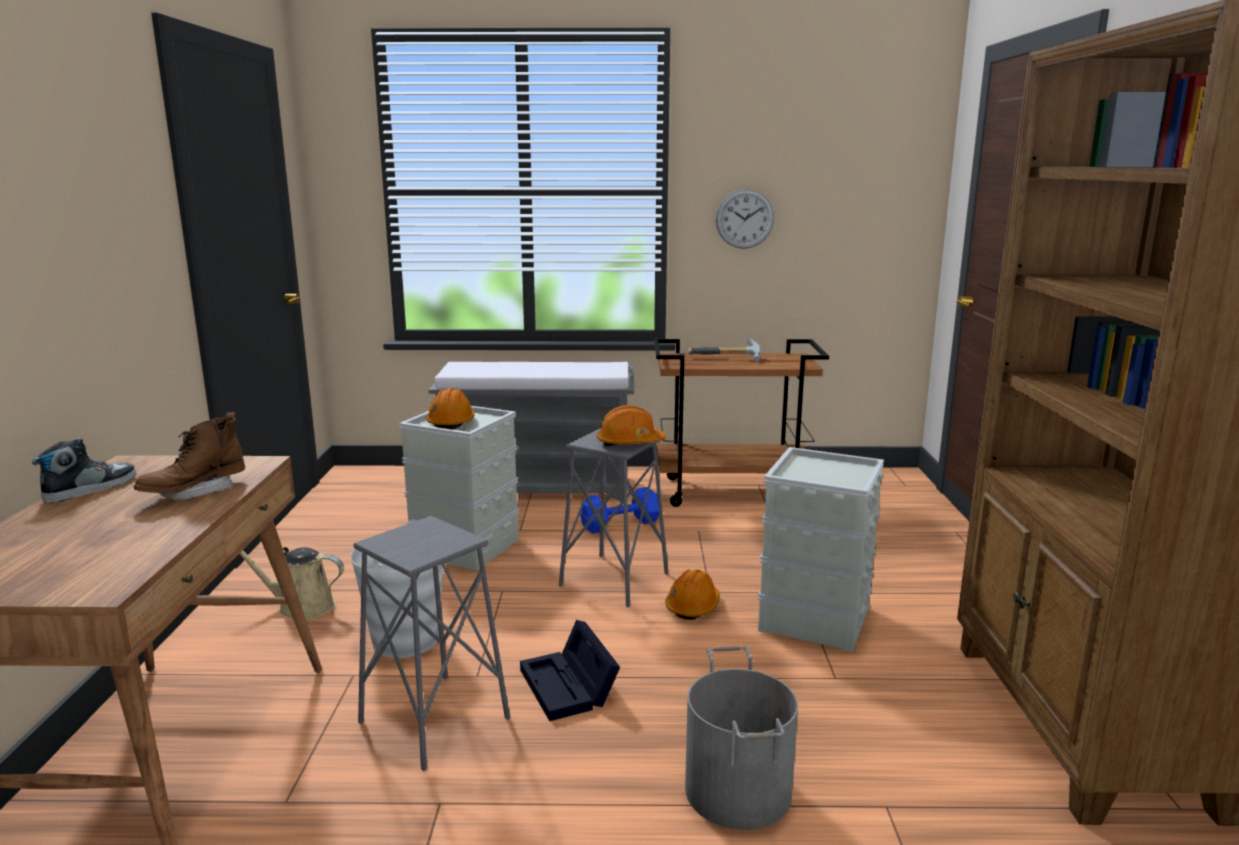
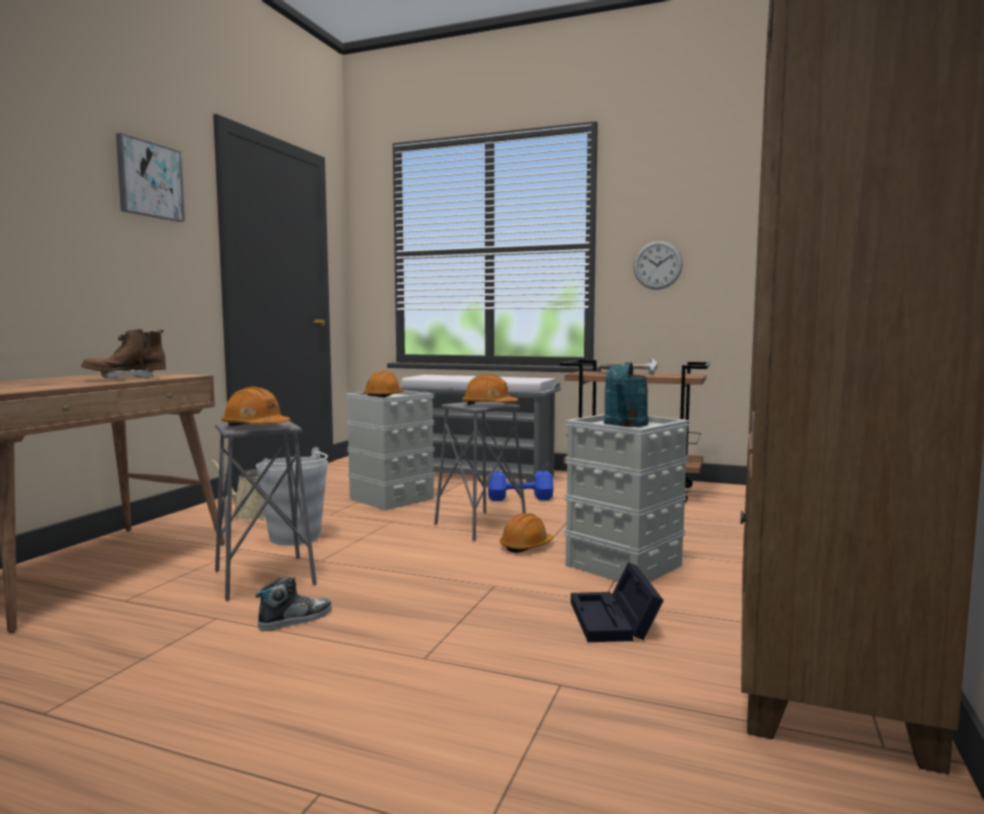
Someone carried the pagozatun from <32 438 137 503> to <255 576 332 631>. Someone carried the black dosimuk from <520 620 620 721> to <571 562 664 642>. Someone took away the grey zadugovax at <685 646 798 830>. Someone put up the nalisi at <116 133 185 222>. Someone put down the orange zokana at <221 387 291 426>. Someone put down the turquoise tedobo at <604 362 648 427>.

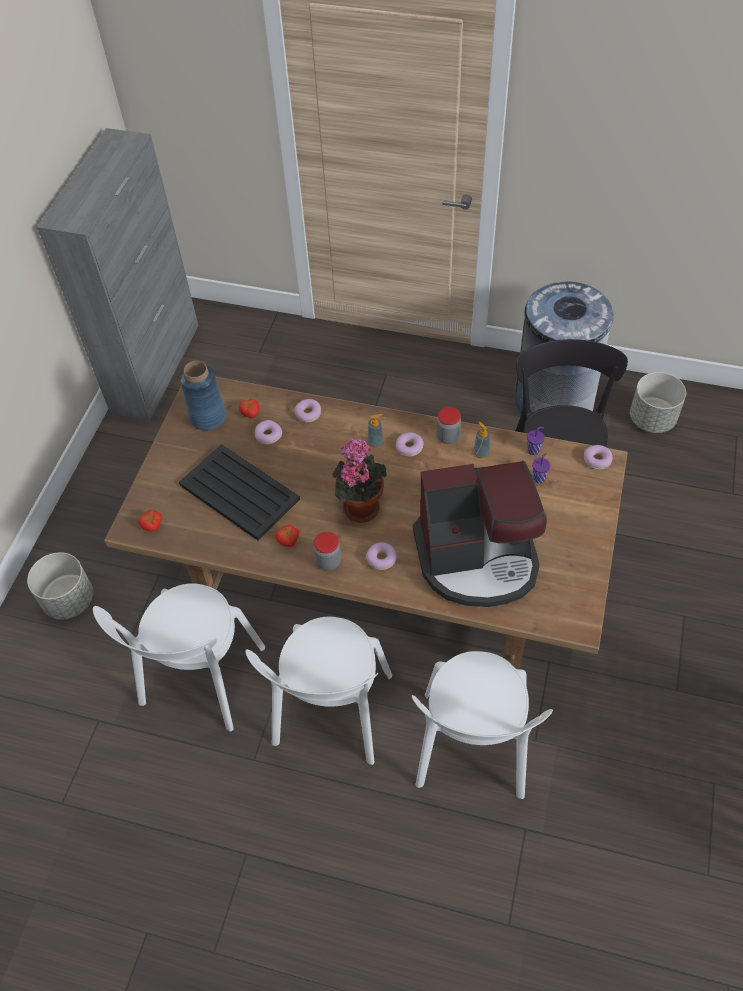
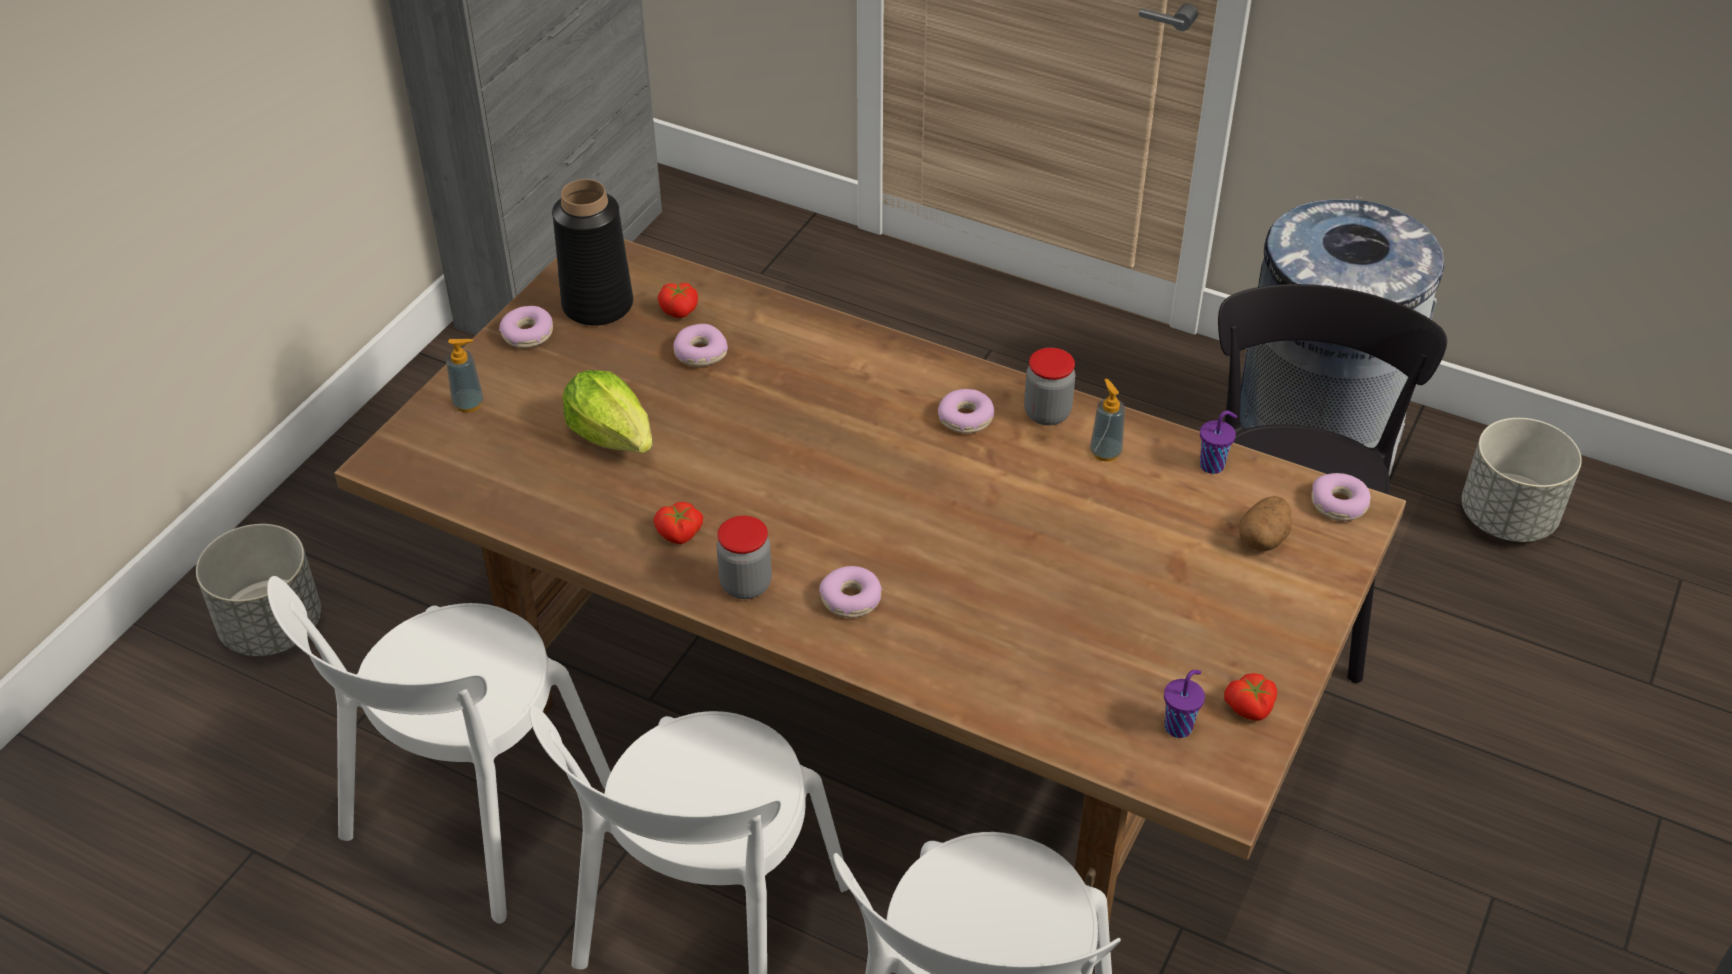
Someone carried the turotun from <138 510 162 531> to <1224 673 1277 721>. Someone swapped the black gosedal at <179 444 300 540> for the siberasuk at <563 370 653 453>. Someone repainted the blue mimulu at <180 361 226 430>, which became the black mimulu at <552 179 633 326>. Someone carried the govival from <294 399 321 423> to <499 306 553 348>. Someone took away the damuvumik at <332 437 387 523>. Someone carried the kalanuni from <368 414 383 448> to <446 339 484 412>. Someone took away the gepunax at <413 461 547 607>. Someone carried the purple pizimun from <532 453 550 483> to <1164 670 1205 738>. Someone put down the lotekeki at <1239 496 1292 551>.

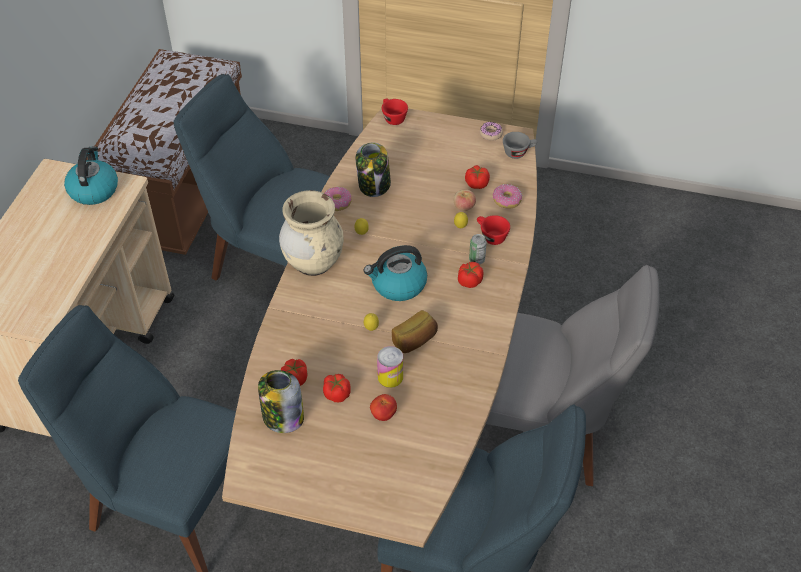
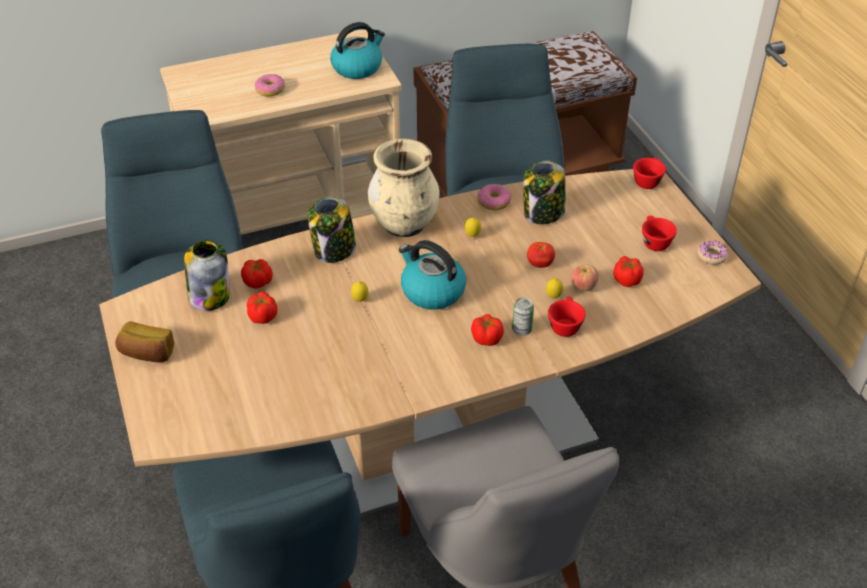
Someone carried the turotun from <370 394 397 421> to <527 242 555 268>. Someone took away the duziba at <377 346 403 388>. Someone carried the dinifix from <392 310 438 353> to <115 321 174 362>. Someone carried the govival from <493 184 522 209> to <255 74 285 97>. Someone took away the grey pizimun at <503 132 537 159>. Someone put down the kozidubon at <307 196 356 263>. Someone put down the red pizimun at <642 216 677 251>.

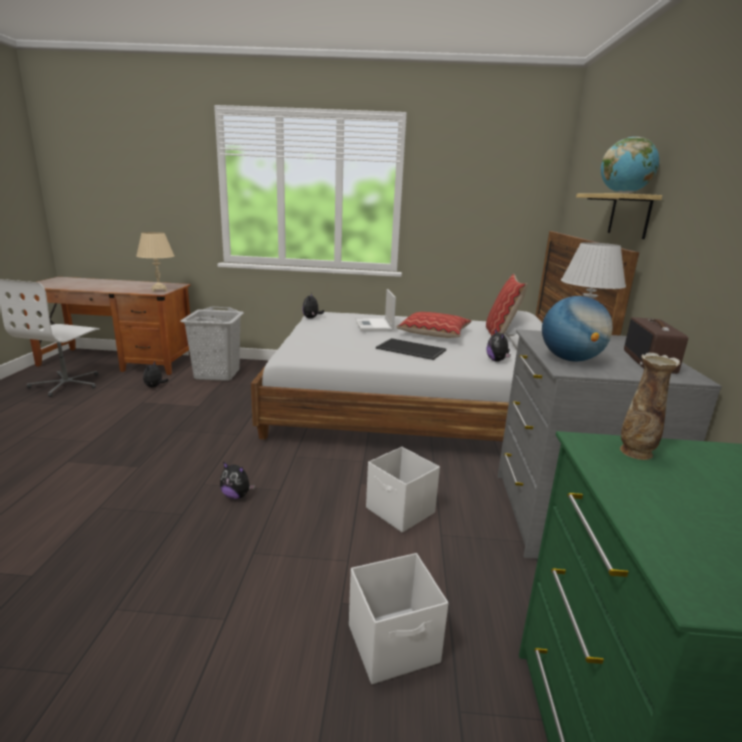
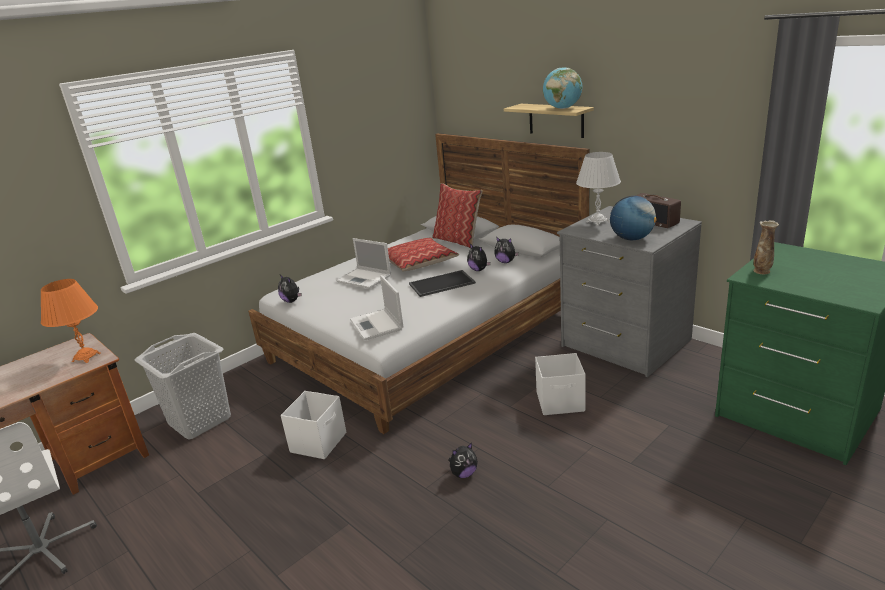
Someone repainted the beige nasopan at <136 232 174 292>, which became the orange nasopan at <41 279 101 363>. Someone carried the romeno from <143 361 168 387> to <467 244 491 271>. Someone carried the white dosimuk from <349 553 449 684> to <281 391 346 459>. Someone put down the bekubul at <350 275 403 340>.

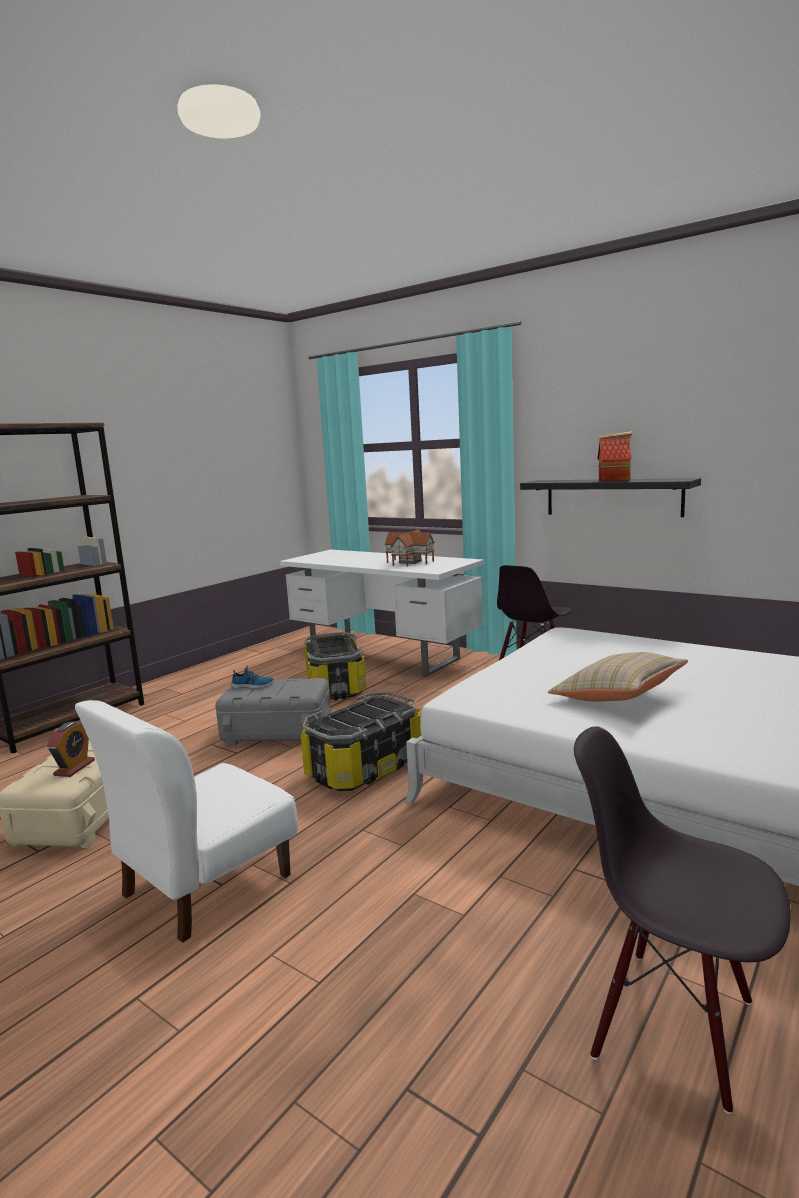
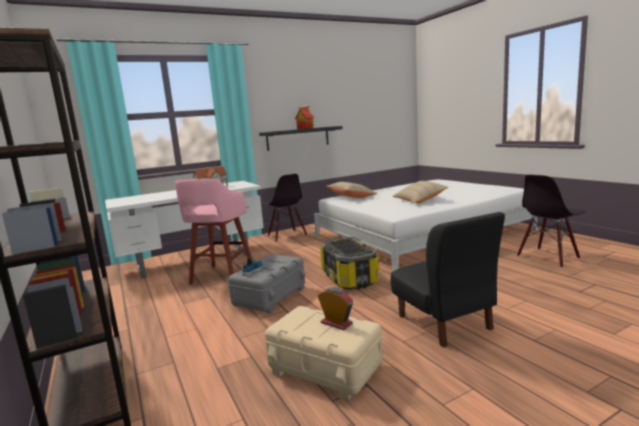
Someone repainted the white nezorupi at <75 700 298 943>, which became the black nezorupi at <391 212 505 348>. Someone swapped the dosimuk at <304 632 366 701> for the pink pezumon at <175 178 252 285>. Someone put down the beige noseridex at <326 182 377 198>.

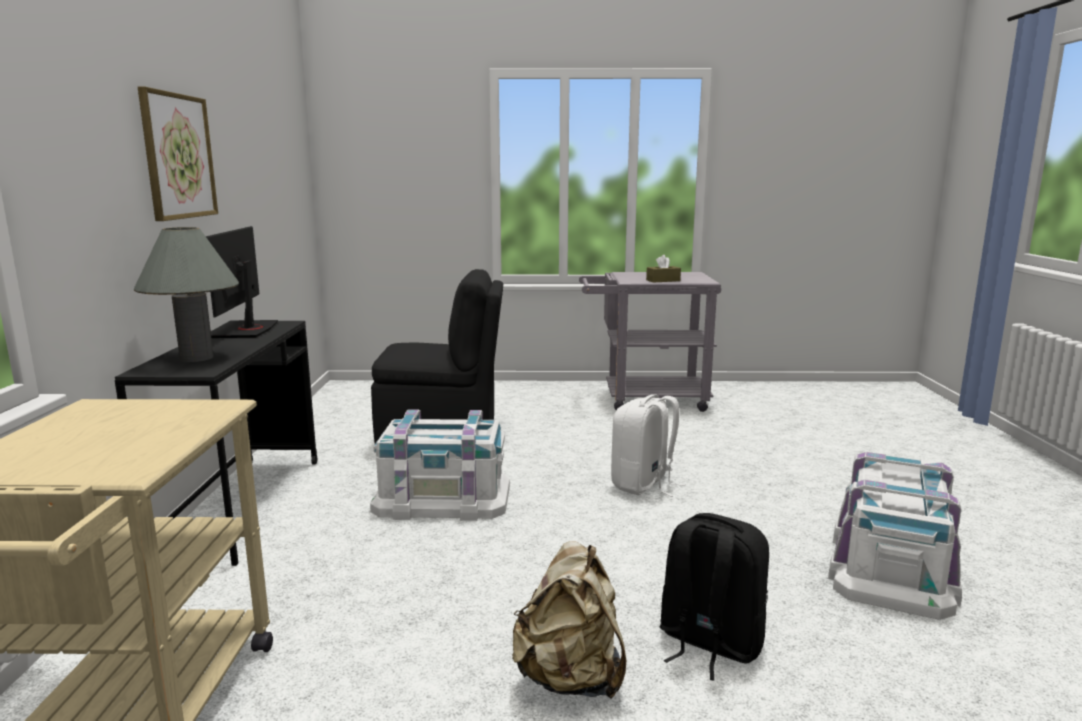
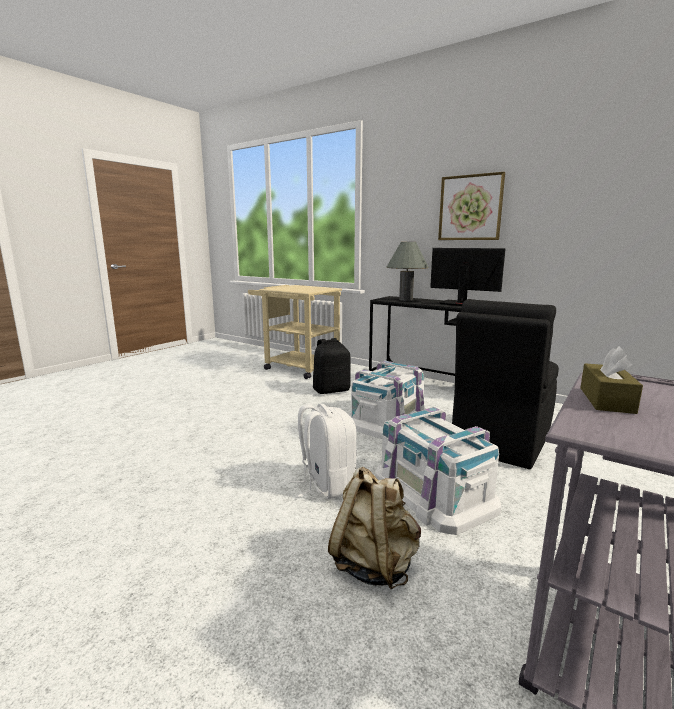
Someone carried the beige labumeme from <512 541 626 699> to <328 466 421 589>. Someone carried the black labumeme from <659 513 769 681> to <313 338 351 394>. Someone carried the white dosimuk from <828 452 962 620> to <375 407 501 535>.

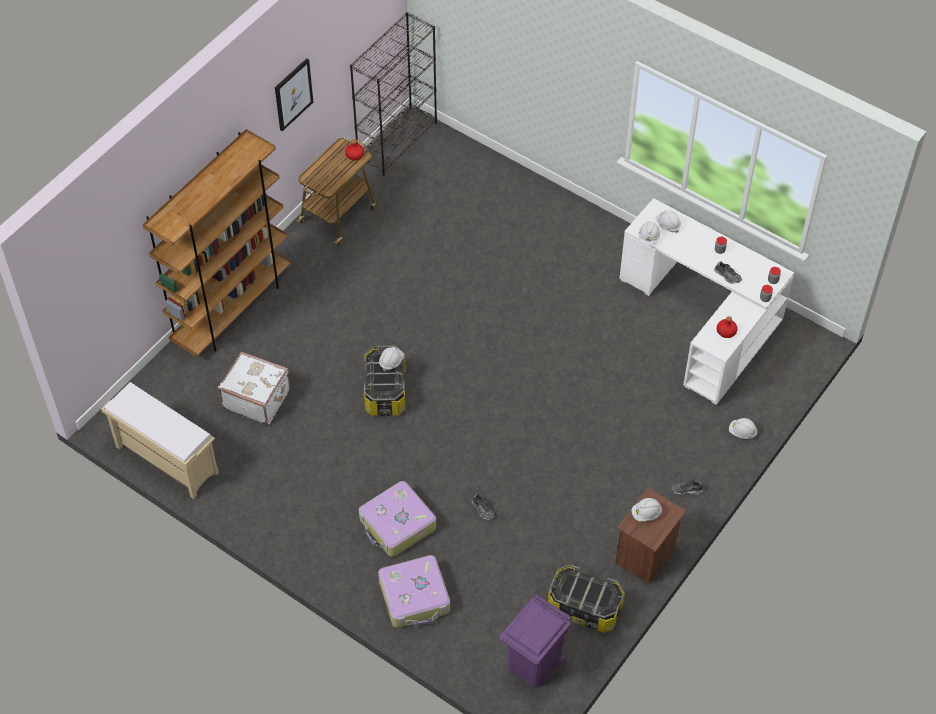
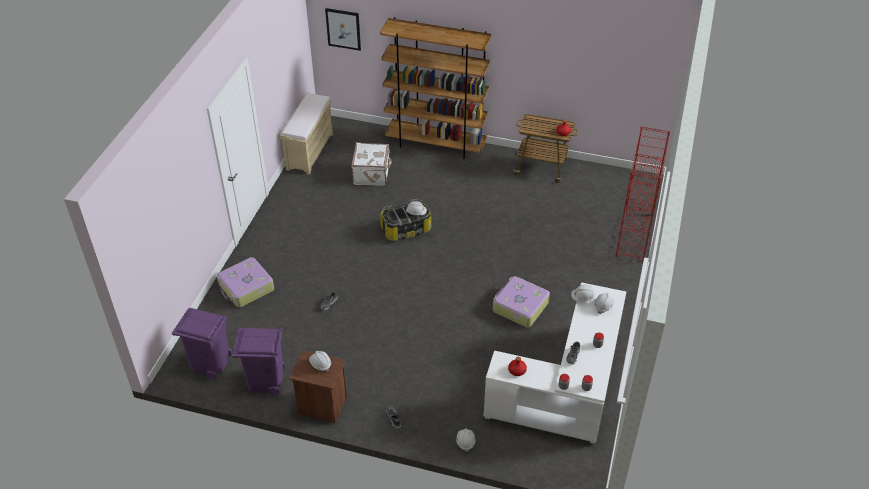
Someone carried the nalisi from <275 58 313 131> to <325 8 361 51>. Someone took away the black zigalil at <350 12 437 176>. Someone carried the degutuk from <359 481 436 557> to <493 276 550 328>. Someone swapped the dosimuk at <548 565 625 633> for the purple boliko at <232 328 285 395>. Someone put down the red zigalil at <615 126 670 262>.

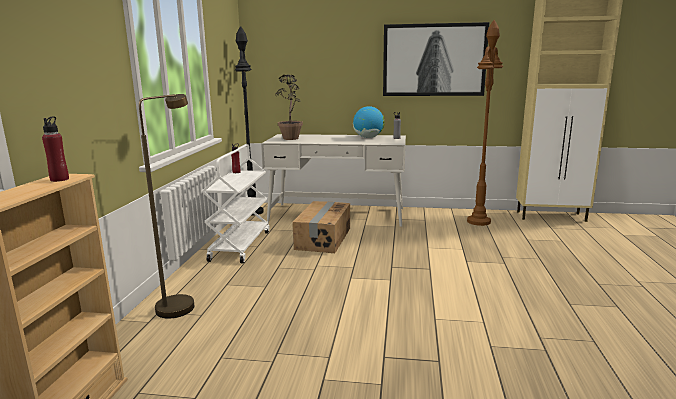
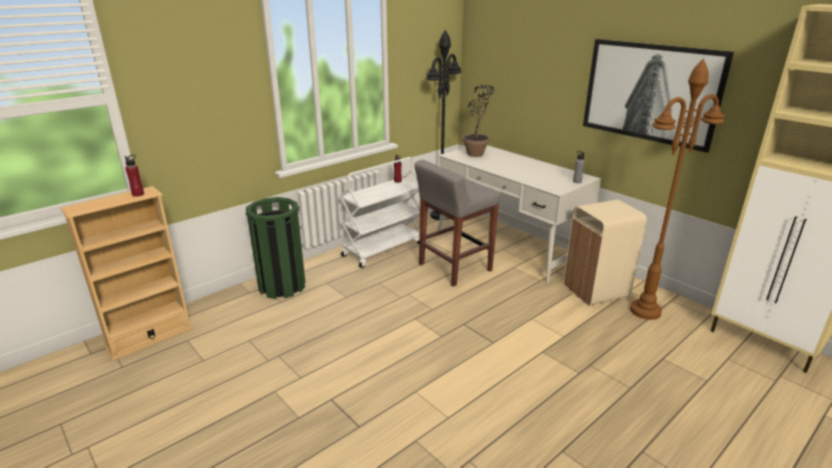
Someone swapped the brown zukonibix at <139 94 194 319> for the green boliko at <246 197 306 299>. Someone swapped the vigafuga at <292 201 350 253> for the grey pezumon at <414 160 500 287>. Someone took away the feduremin at <353 106 385 138>. Someone put down the beige boliko at <564 200 647 306>.

